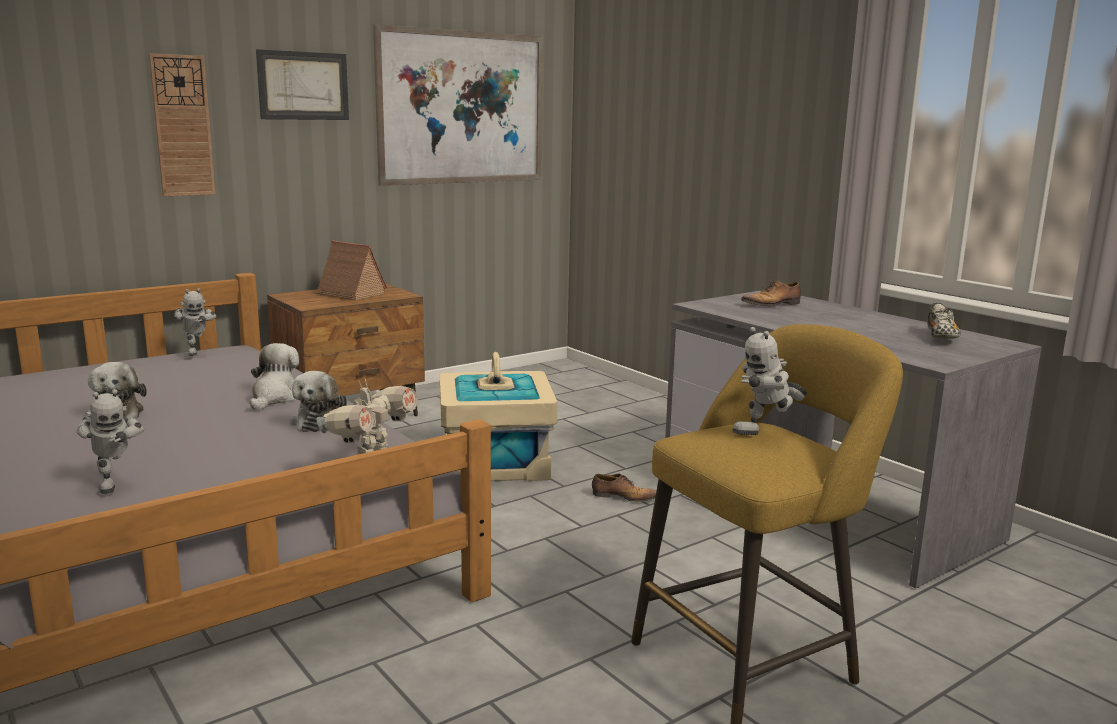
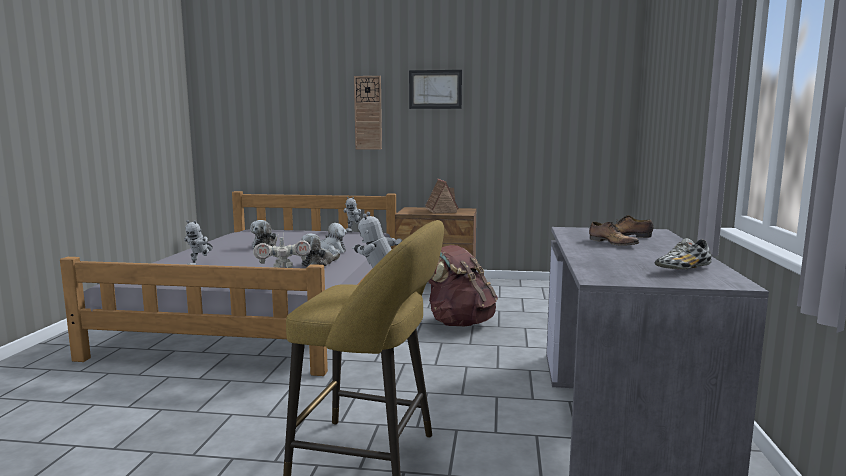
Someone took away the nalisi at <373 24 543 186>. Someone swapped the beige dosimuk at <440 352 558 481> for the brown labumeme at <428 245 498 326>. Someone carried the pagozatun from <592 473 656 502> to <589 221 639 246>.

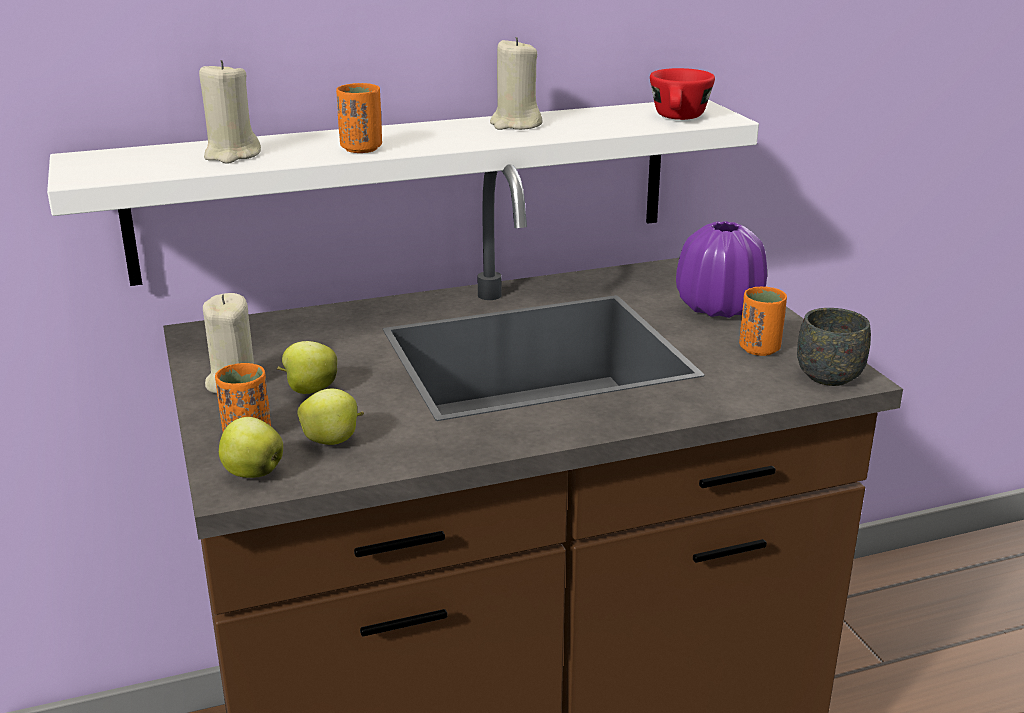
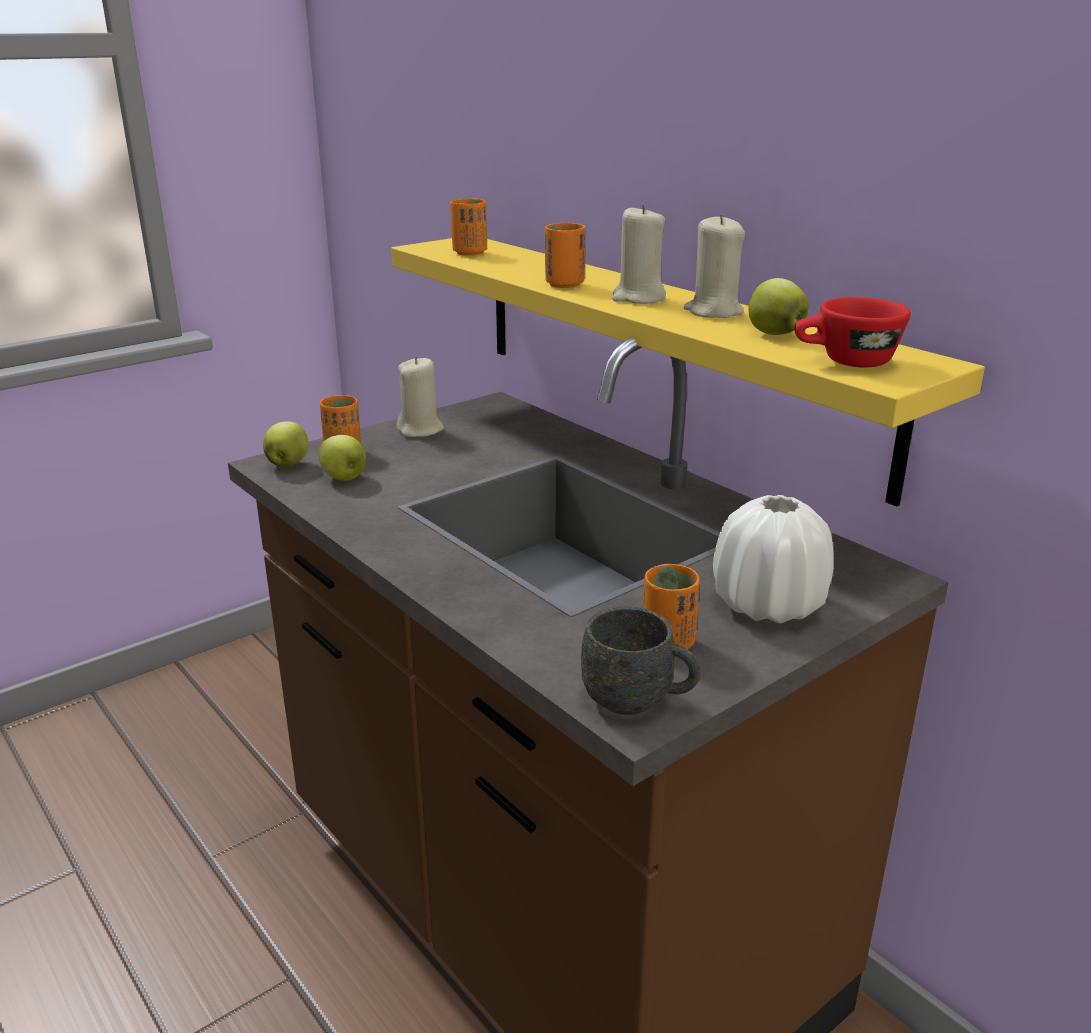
Someone repainted the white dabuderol at <47 100 759 286>, which became the yellow dabuderol at <391 238 985 507>. Someone carried the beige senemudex from <199 60 261 164> to <612 205 666 304>. Someone carried the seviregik from <277 341 337 394> to <748 278 809 335>. Someone repainted the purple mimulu at <676 221 767 318>, which became the white mimulu at <713 495 834 624>. Someone put down the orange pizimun at <450 198 487 256>.

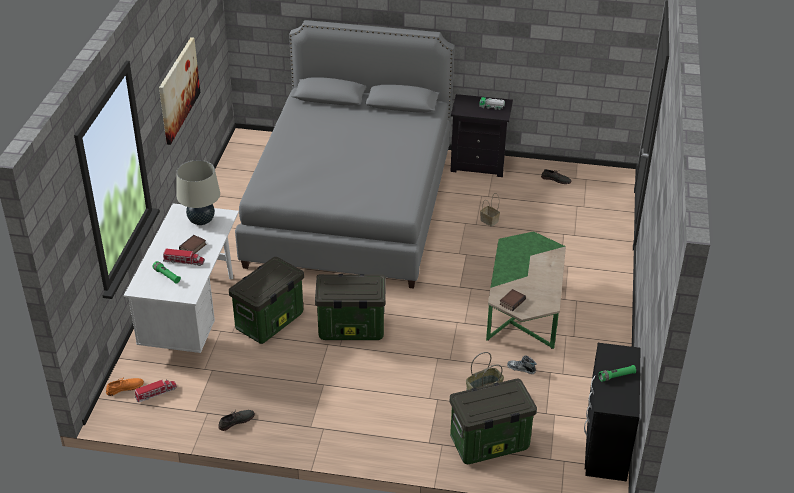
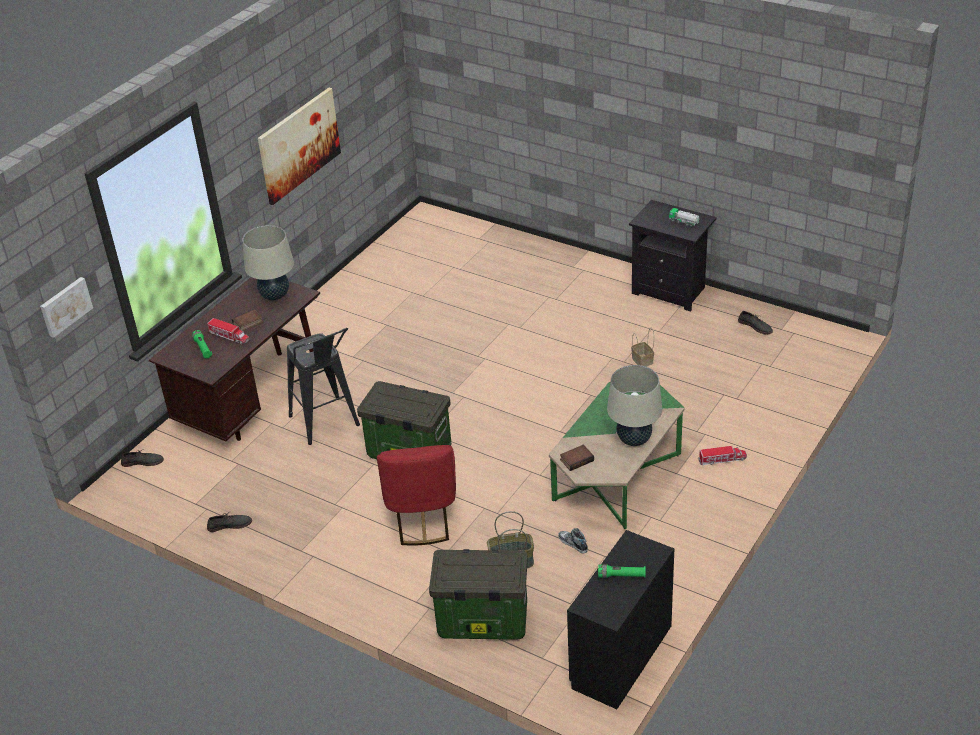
Someone repainted the orange pagozatun at <106 376 144 396>, which became the grey pagozatun at <121 449 164 467>. Someone repainted the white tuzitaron at <124 203 239 353>, which became the brown tuzitaron at <149 277 320 441>. Someone carried the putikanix from <135 380 177 402> to <698 446 747 465>. Someone swapped the dosimuk at <229 257 304 344> for the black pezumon at <287 328 360 445>. Someone took away the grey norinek at <235 20 455 289>. Someone put up the nalisi at <40 277 93 338>. Someone put down the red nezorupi at <377 445 456 545>. Someone put down the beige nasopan at <607 365 662 446>.

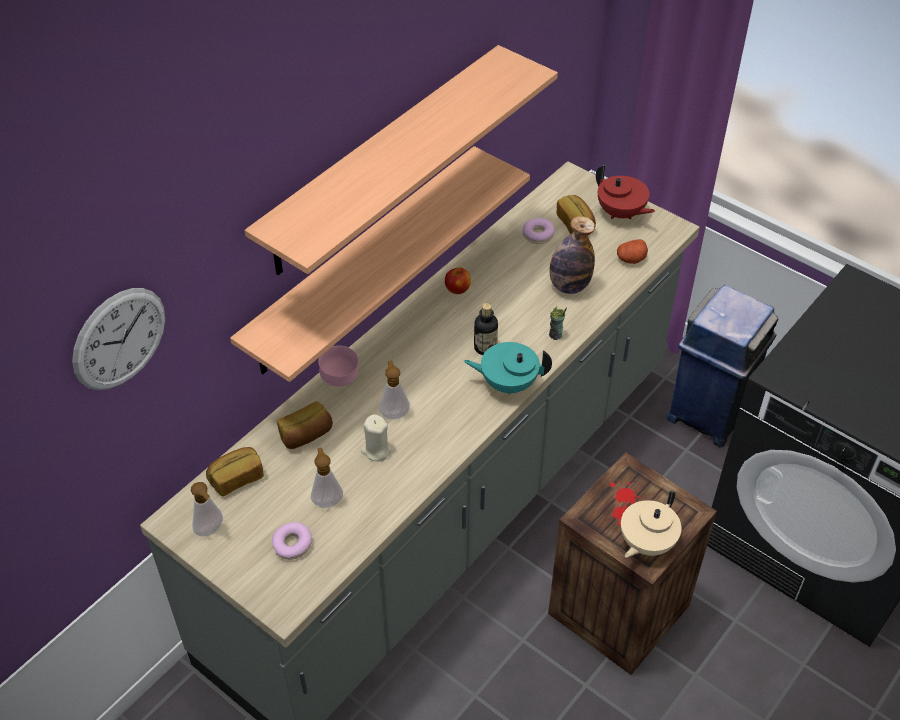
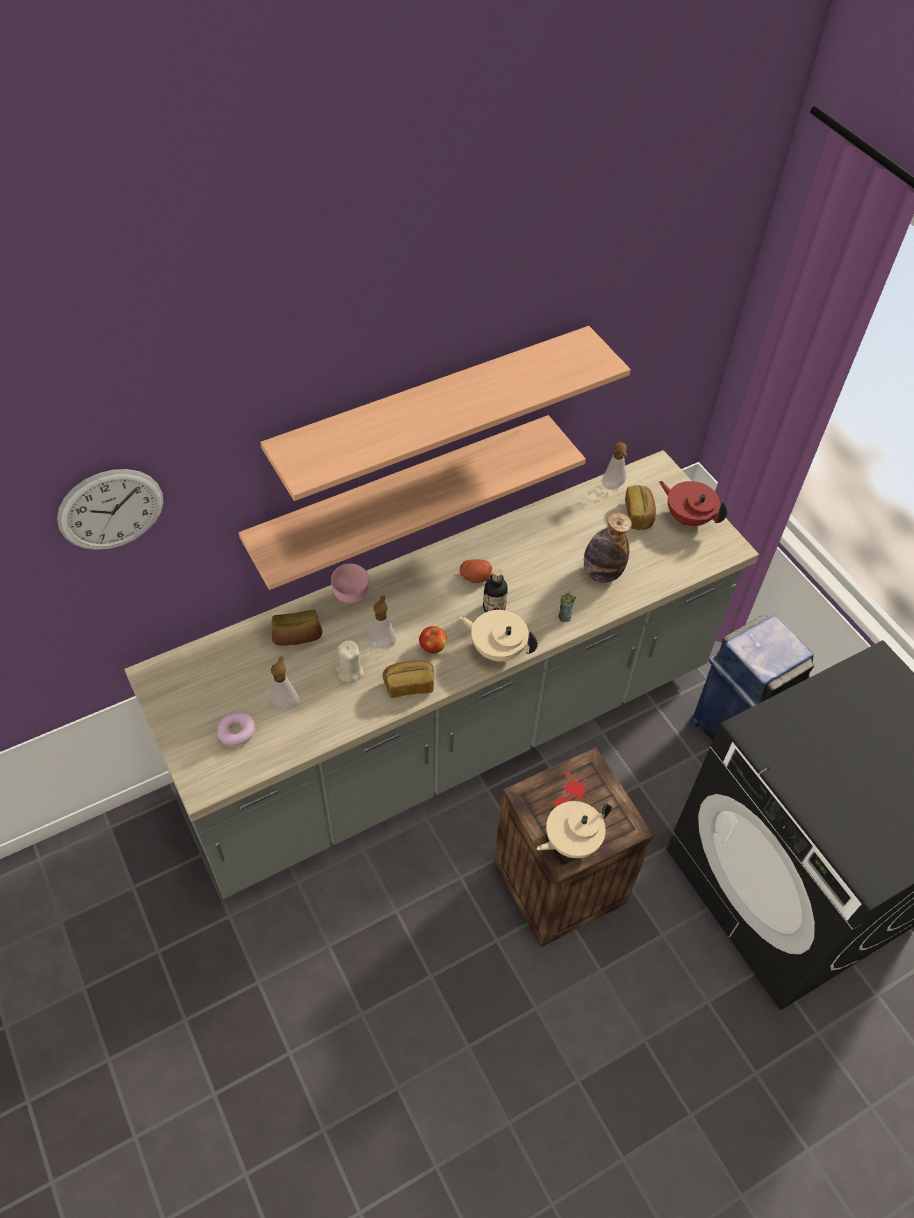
Someone carried the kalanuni from <191 482 223 536> to <602 442 628 490>. Someone carried the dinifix from <206 447 264 497> to <383 660 434 698>. Someone carried the seviregik from <445 268 471 294> to <419 626 447 654>. Someone repainted the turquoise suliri at <464 342 552 394>, which became the beige suliri at <459 610 538 661>. Someone took away the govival at <523 218 555 244>. Someone rotated the red suliri at <596 165 655 220> by 150 degrees clockwise. Someone carried the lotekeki from <617 239 648 264> to <460 559 492 583>.

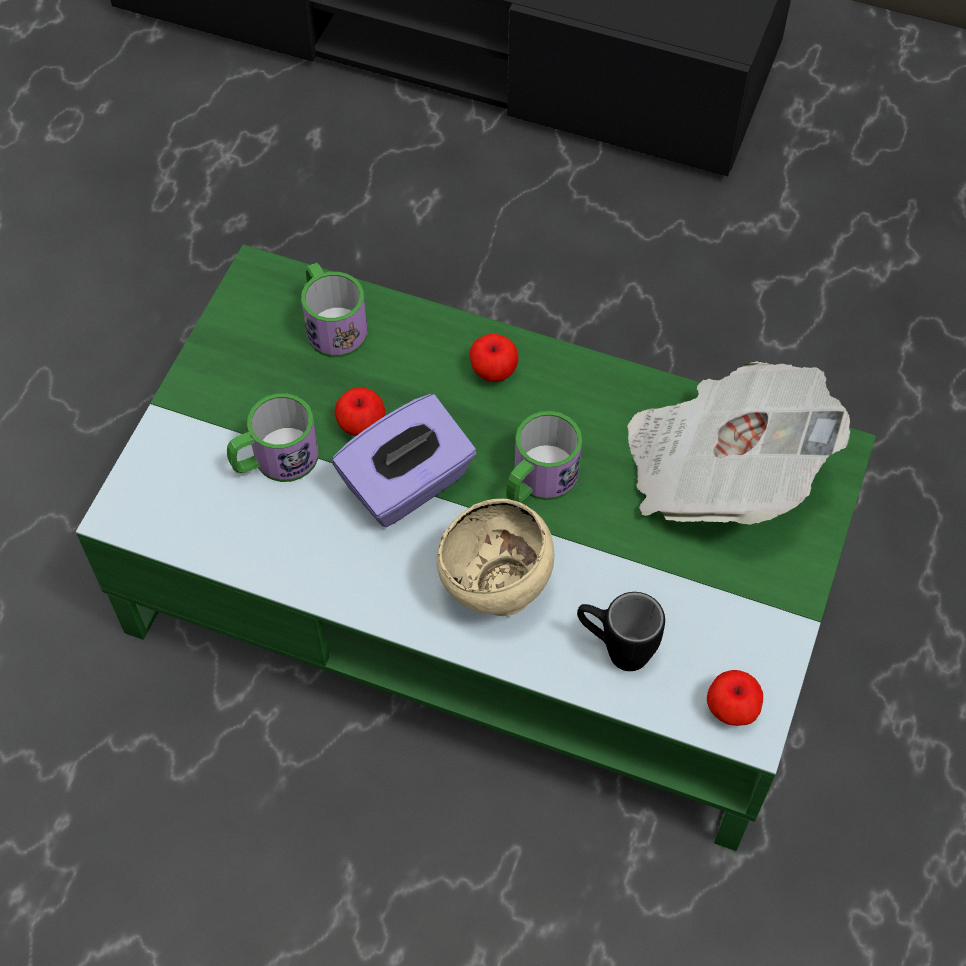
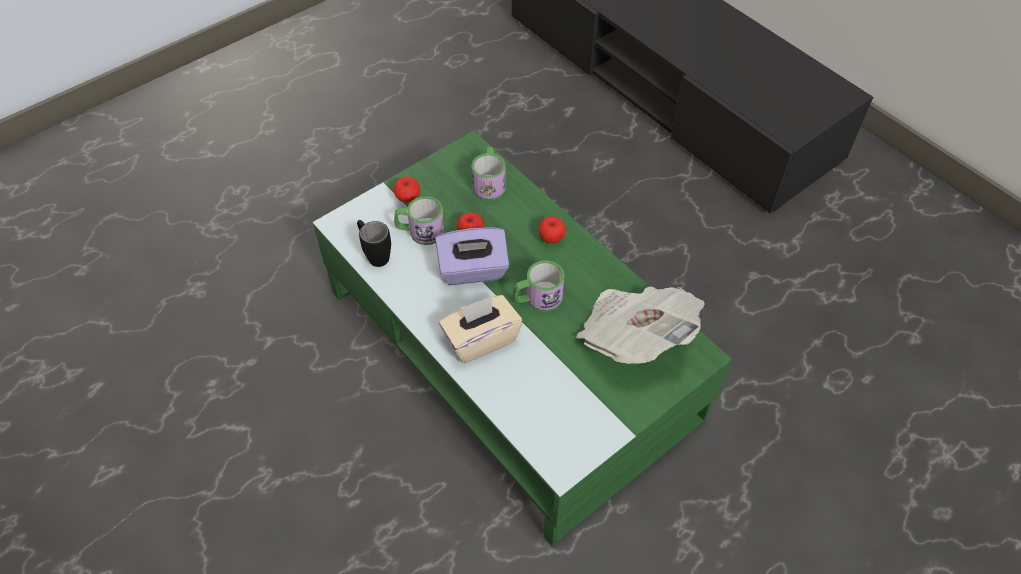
Someone swapped the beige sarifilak at <437 499 554 616> for the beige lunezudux at <439 295 523 363>. Someone carried the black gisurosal from <577 592 665 671> to <357 220 391 267>. Someone carried the seviregik from <707 670 763 726> to <393 177 420 203>.

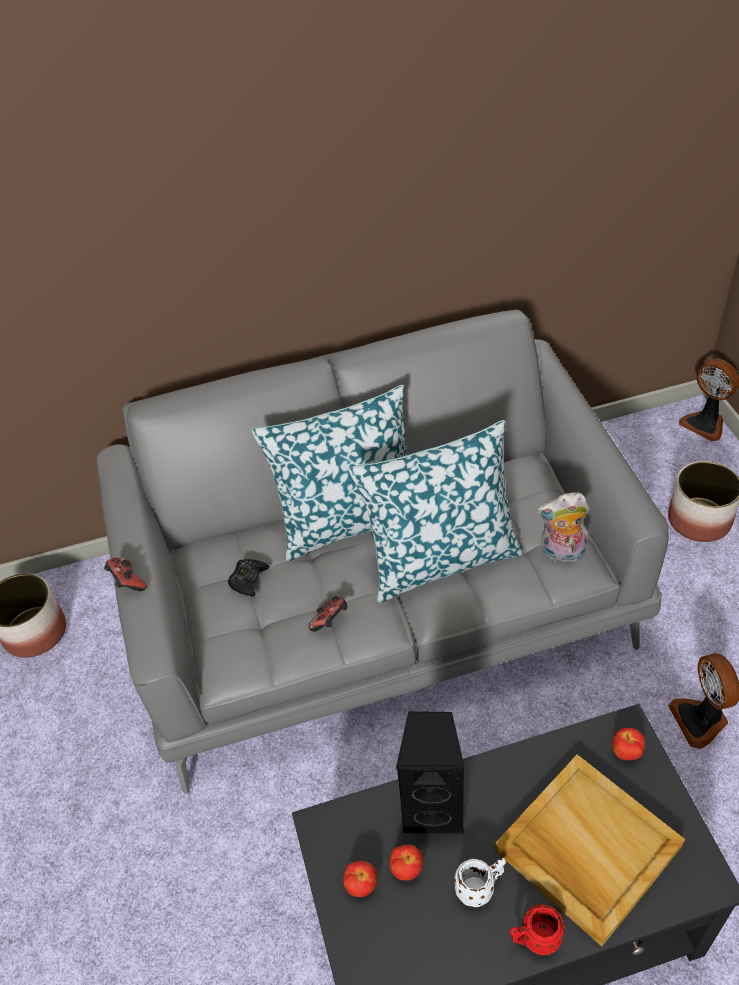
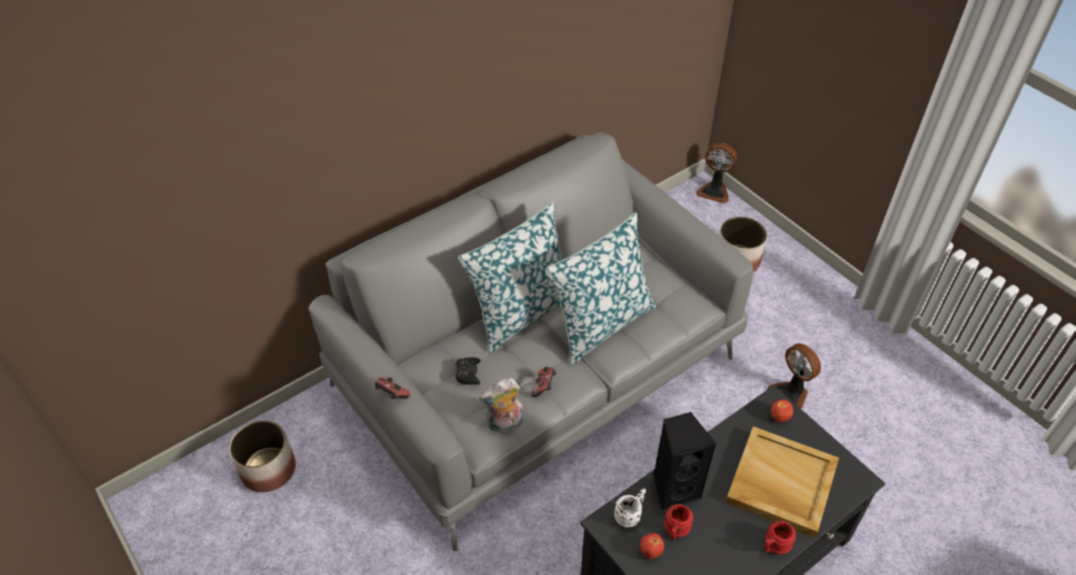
Someone swapped the seviregik at <389 845 423 881> for the red gisurosal at <664 504 693 540>. Someone carried the white gisurosal from <454 858 506 908> to <614 488 646 528>. Someone carried the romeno from <536 492 590 562> to <479 378 523 433>.

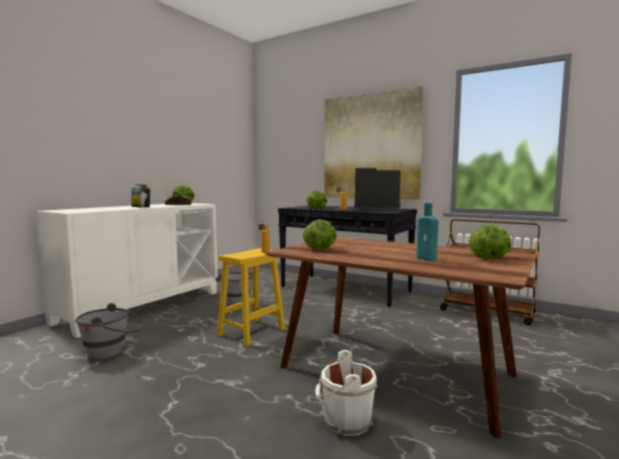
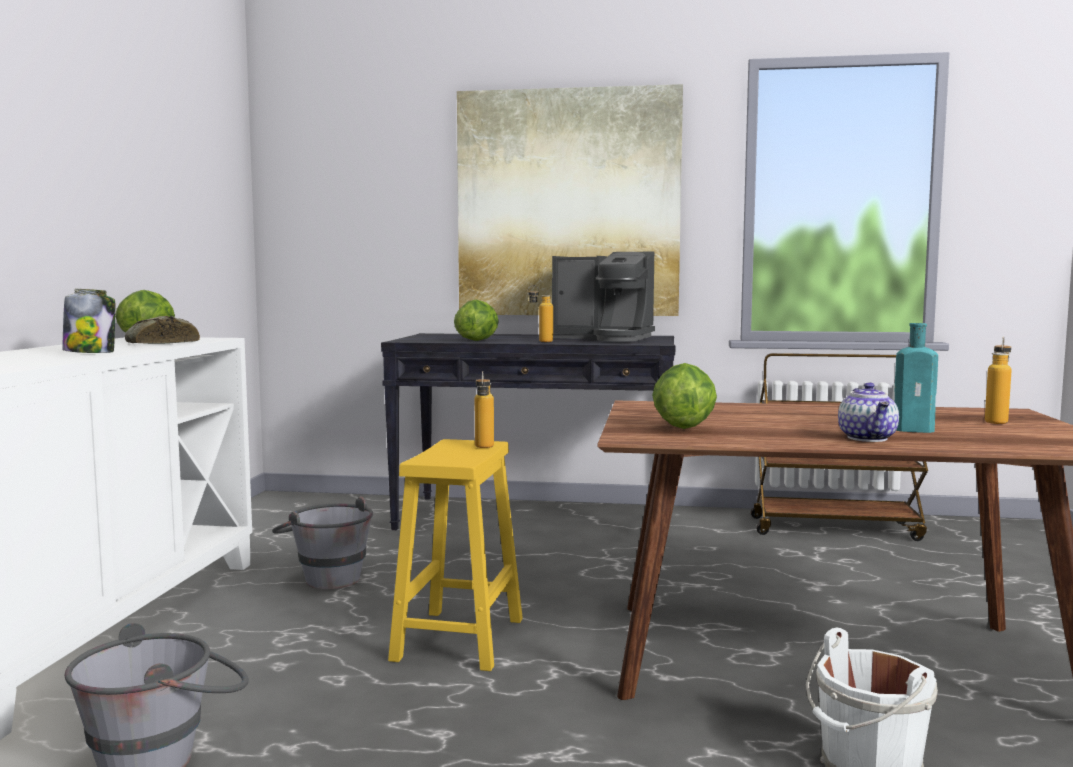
Someone rotated the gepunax at <354 168 401 210> by 150 degrees counterclockwise. Someone swapped the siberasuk at <469 225 512 259> for the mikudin at <985 337 1011 424>. Someone put down the suliri at <838 383 899 442>.

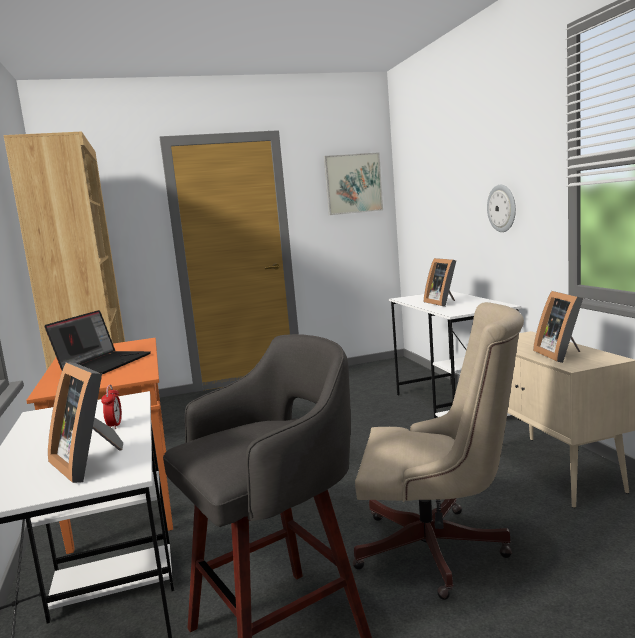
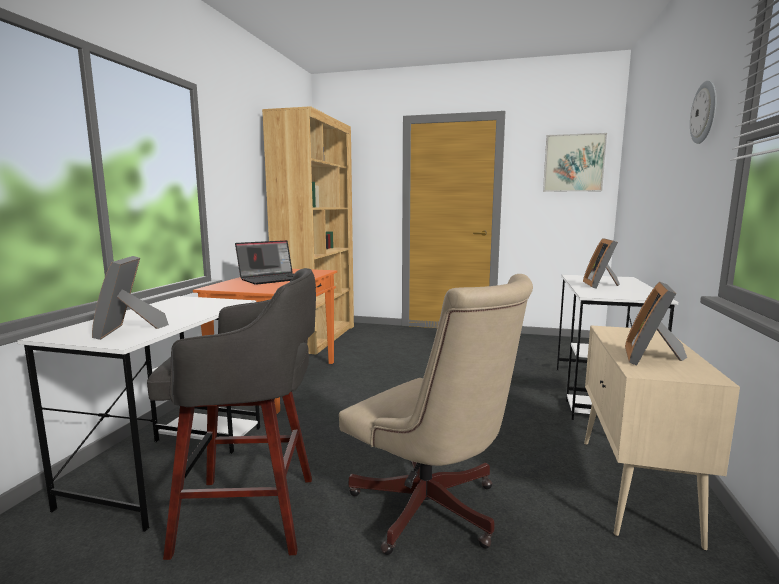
Someone took away the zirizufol at <101 385 122 429>. Someone carried the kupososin from <487 185 516 232> to <690 80 716 144>.

